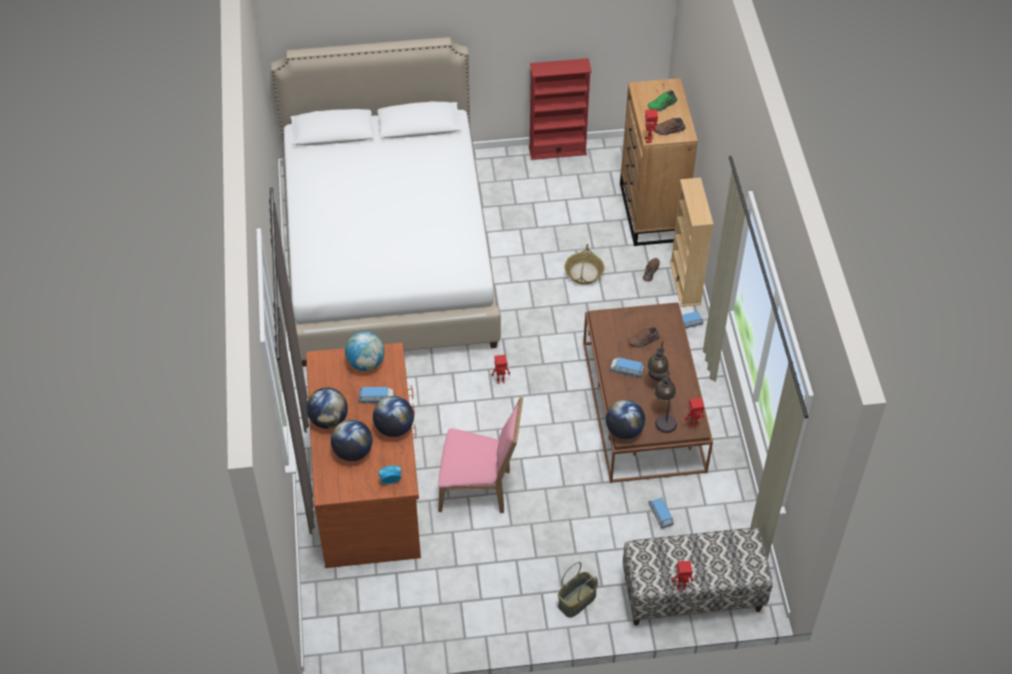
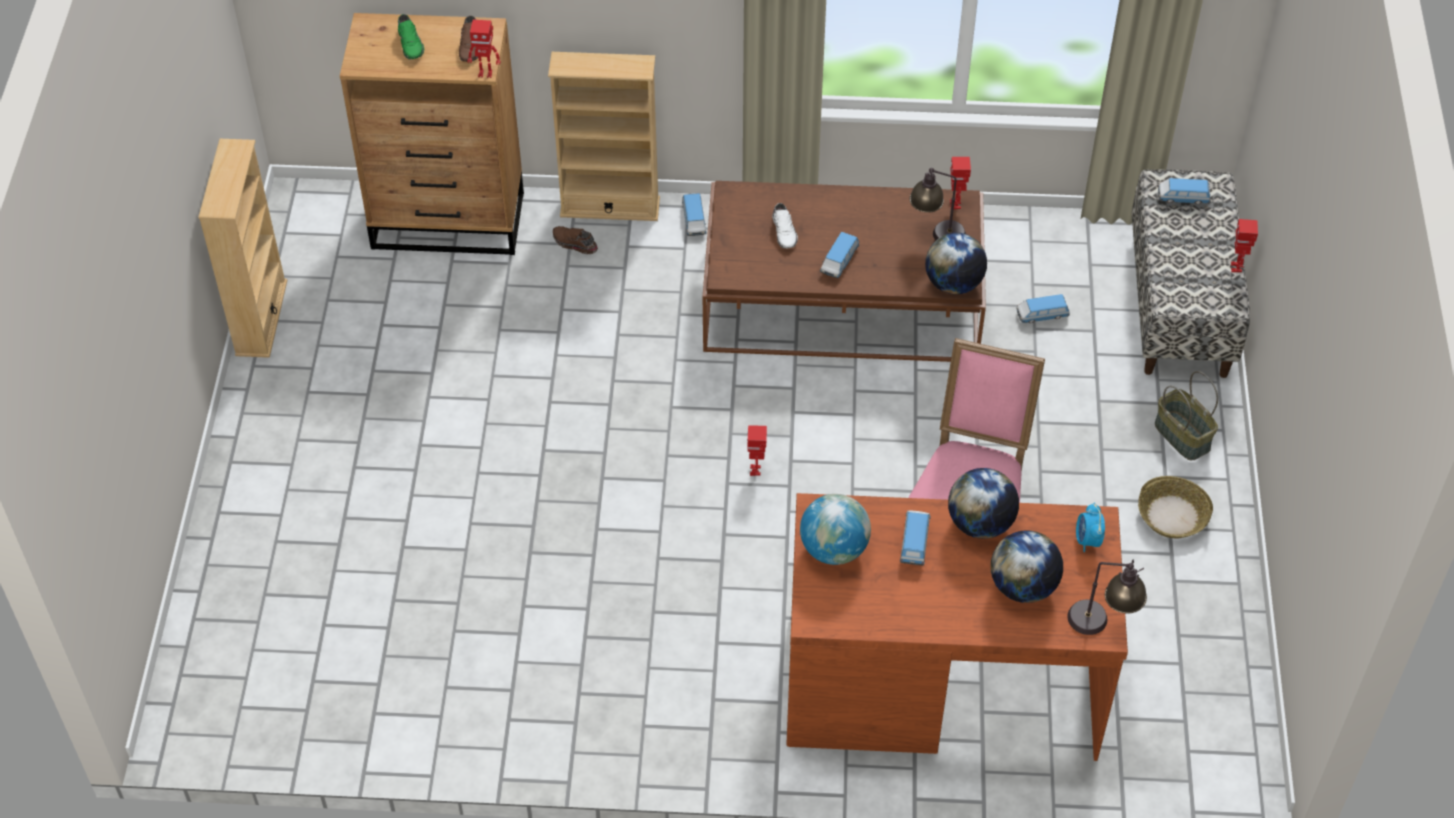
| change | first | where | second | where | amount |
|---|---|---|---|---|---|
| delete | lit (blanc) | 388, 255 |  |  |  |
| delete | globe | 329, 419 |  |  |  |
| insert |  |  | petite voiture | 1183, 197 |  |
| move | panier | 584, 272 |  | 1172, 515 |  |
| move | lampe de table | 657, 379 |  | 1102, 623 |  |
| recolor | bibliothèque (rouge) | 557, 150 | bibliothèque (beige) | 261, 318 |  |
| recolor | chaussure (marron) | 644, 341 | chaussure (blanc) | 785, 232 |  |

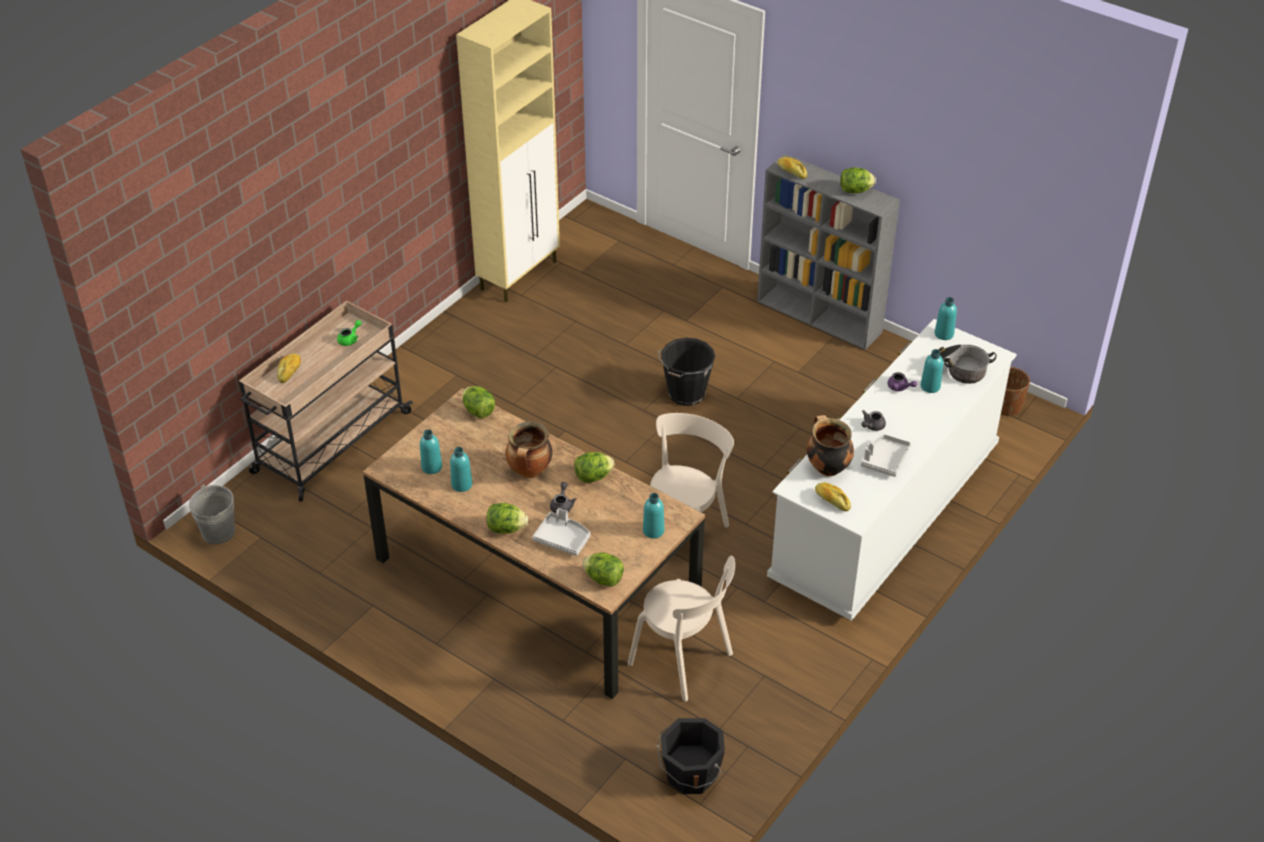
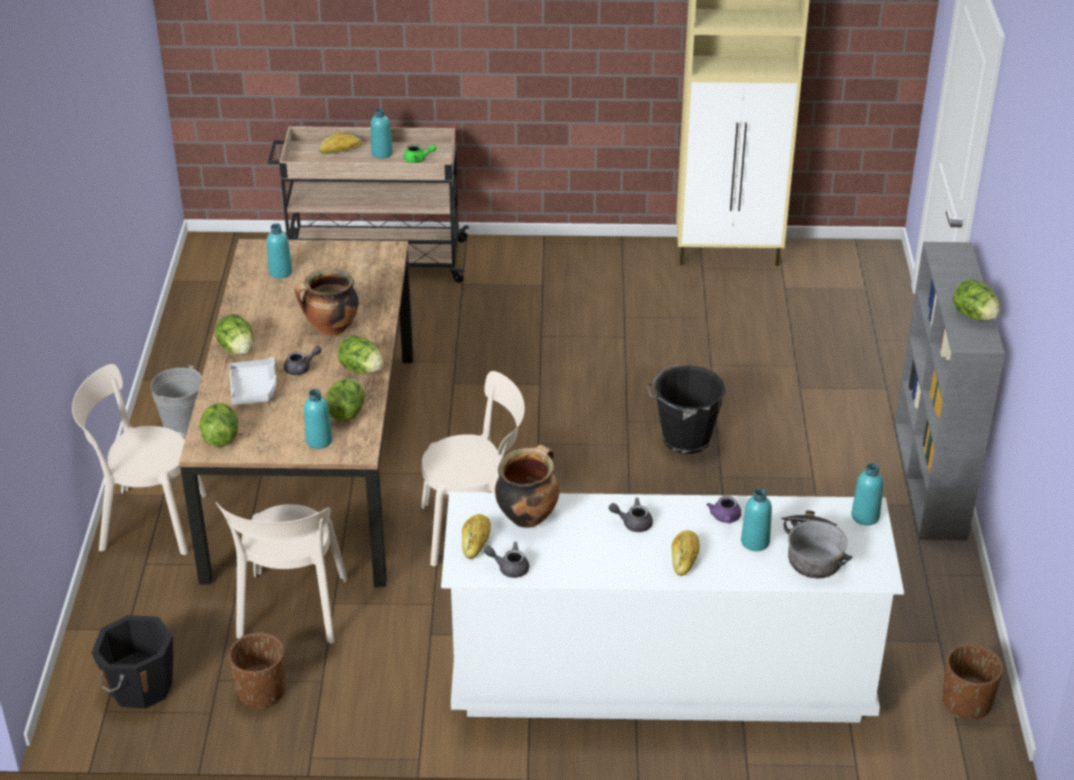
| change | first | where | second | where | amount |
|---|---|---|---|---|---|
| delete | plateau (gris) | 885, 460 |  |  |  |
| insert |  |  | chaise (beige) | 147, 521 |  |
| insert |  |  | cache-pot (marron) | 261, 691 |  |
| insert |  |  | théière (gris) | 509, 567 |  |
| move | seau (gris) | 218, 532 |  | 183, 425 |  |
| move | bouteille (turquoise) | 462, 484 |  | 382, 153 |  |
| move | laitue | 478, 411 |  | 346, 413 |  |
| move | pain | 792, 172 |  | 684, 558 |  |

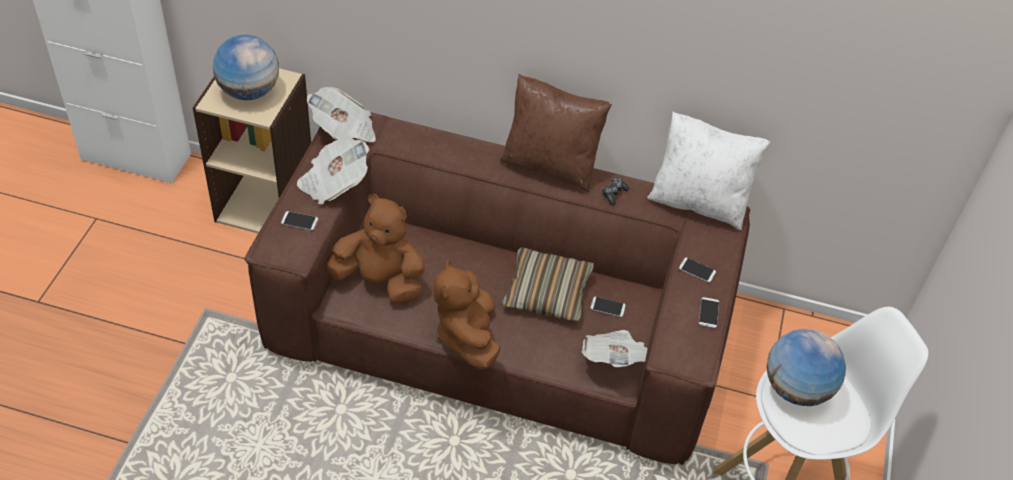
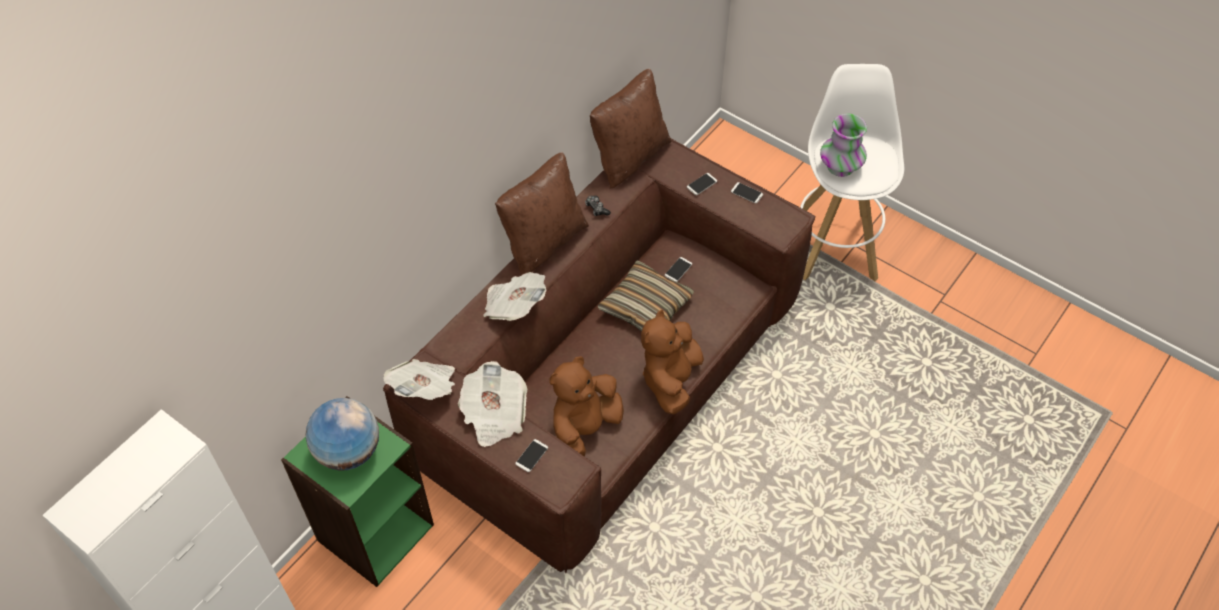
| change | first | where | second | where | amount |
|---|---|---|---|---|---|
| move | journal | 613, 359 |  | 514, 306 |  |
| replace | globe | 796, 388 | vase | 840, 167 |  |
| recolor | bibliothèque (beige) | 266, 204 | bibliothèque (vert) | 375, 531 |  |
| recolor | coussin (blanc) | 698, 202 | coussin (marron) | 629, 156 |  |
| rotate | peluche (marron) | 467, 336 |  | 670, 380 | 90 degrees clockwise |

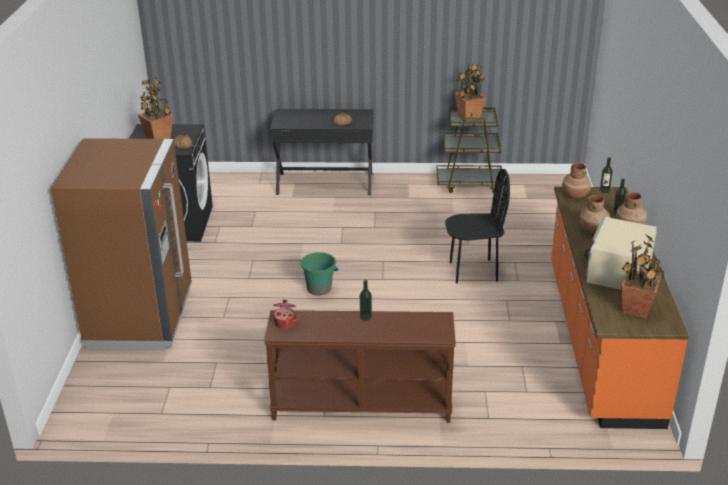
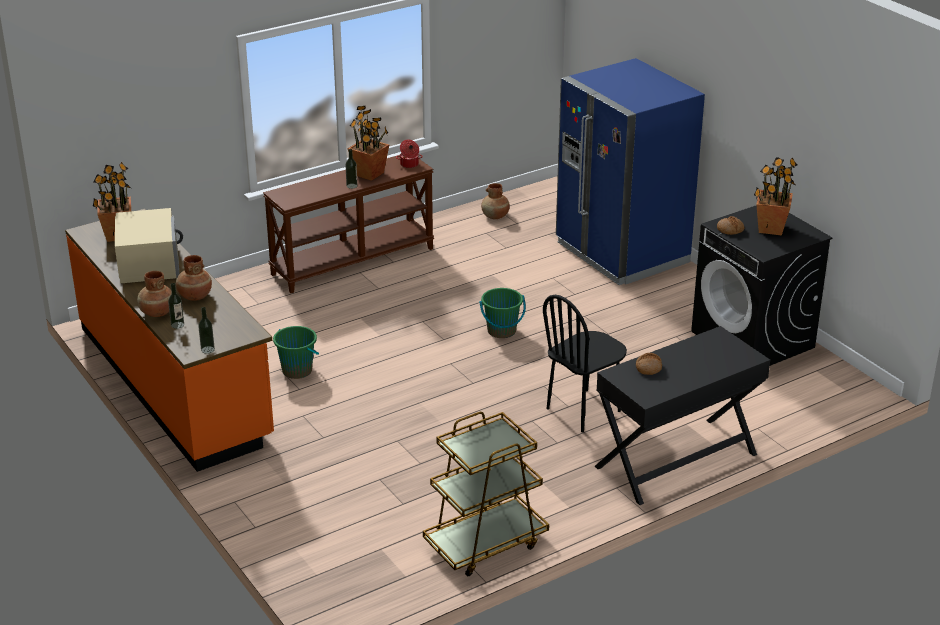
| change | first | where | second | where | amount |
|---|---|---|---|---|---|
| insert |  |  | seau (vert) | 297, 370 |  |
| move | chaise (noir) | 473, 271 |  | 583, 410 |  |
| move | plante en pot | 468, 117 |  | 370, 174 |  |
| move | vase (marron) | 575, 195 |  | 495, 216 |  |
| recolor | réfrigérateur (marron) | 140, 317 | réfrigérateur (bleu) | 621, 253 |  |

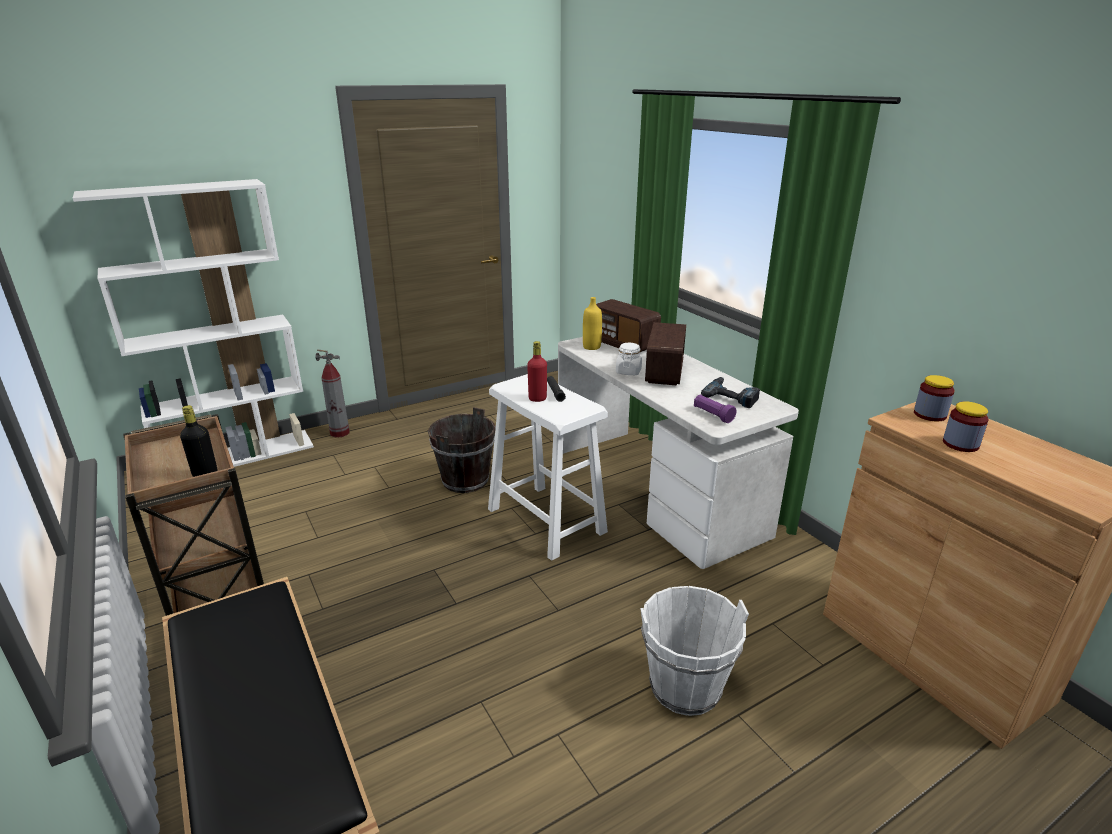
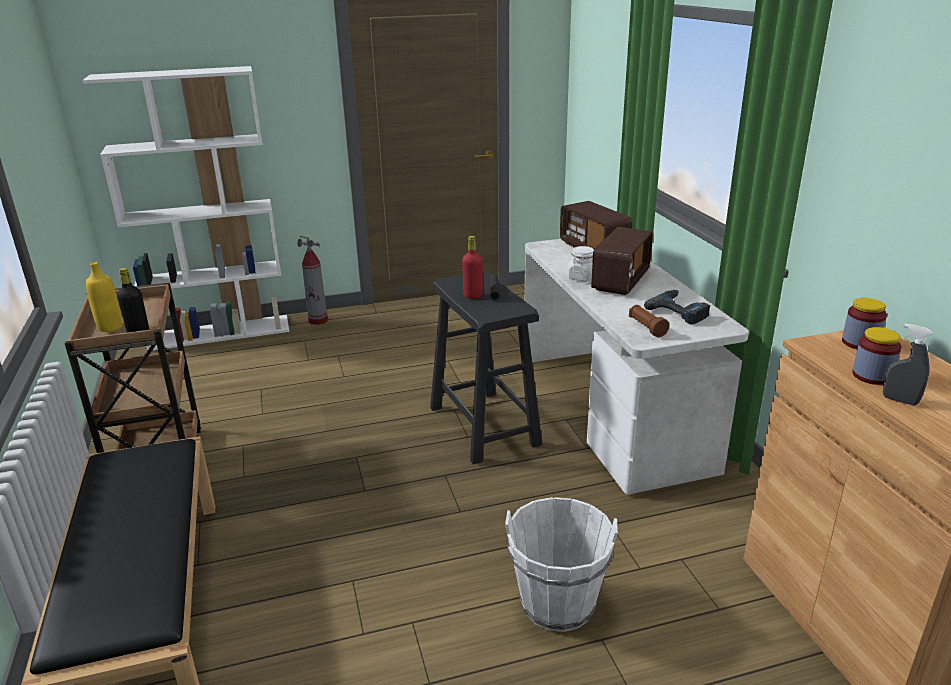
| change | first | where | second | where | amount |
|---|---|---|---|---|---|
| delete | seau (marron) | 465, 481 |  |  |  |
| insert |  |  | vaporisateur (gris) | 900, 400 |  |
| move | bouteille (jaune) | 591, 347 |  | 110, 327 |  |
| recolor | tabouret (blanc) | 545, 520 | tabouret (noir) | 483, 425 |  |
| recolor | lampe de poche (violet) | 712, 415 | lampe de poche (marron) | 646, 328 |  |

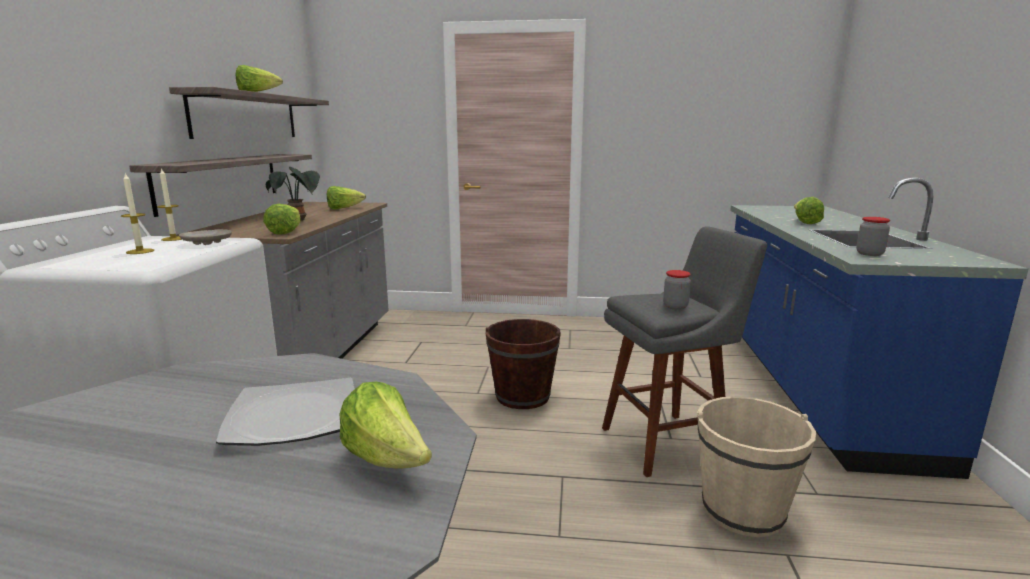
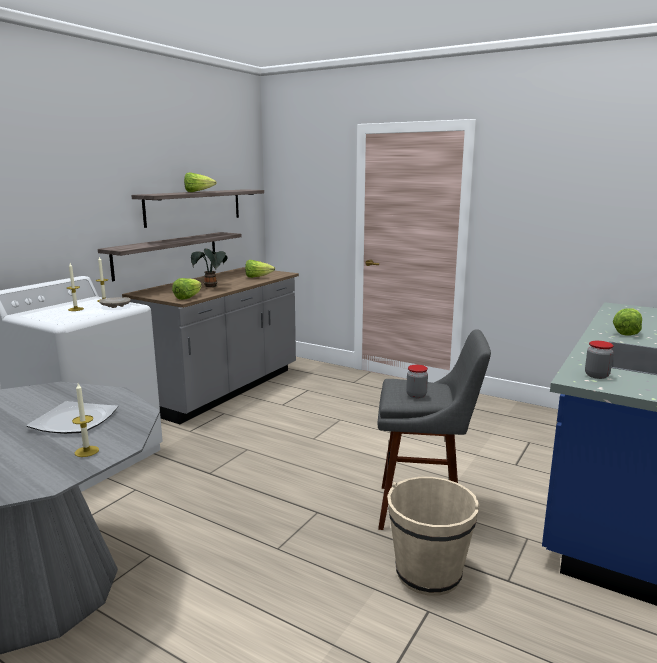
| change | first | where | second | where | amount |
|---|---|---|---|---|---|
| delete | seau (marron) | 522, 396 |  |  |  |
| replace | laitue | 387, 460 | bougie | 86, 451 |  |

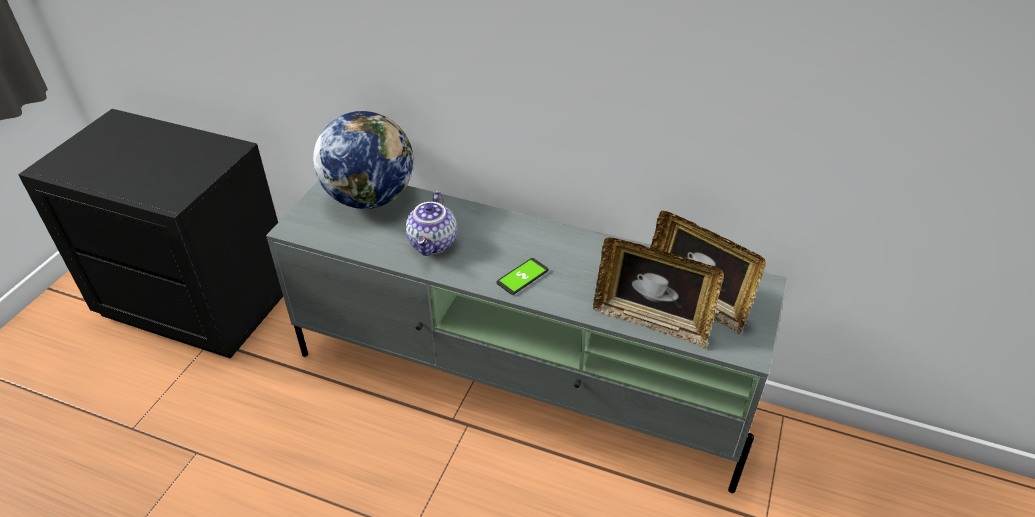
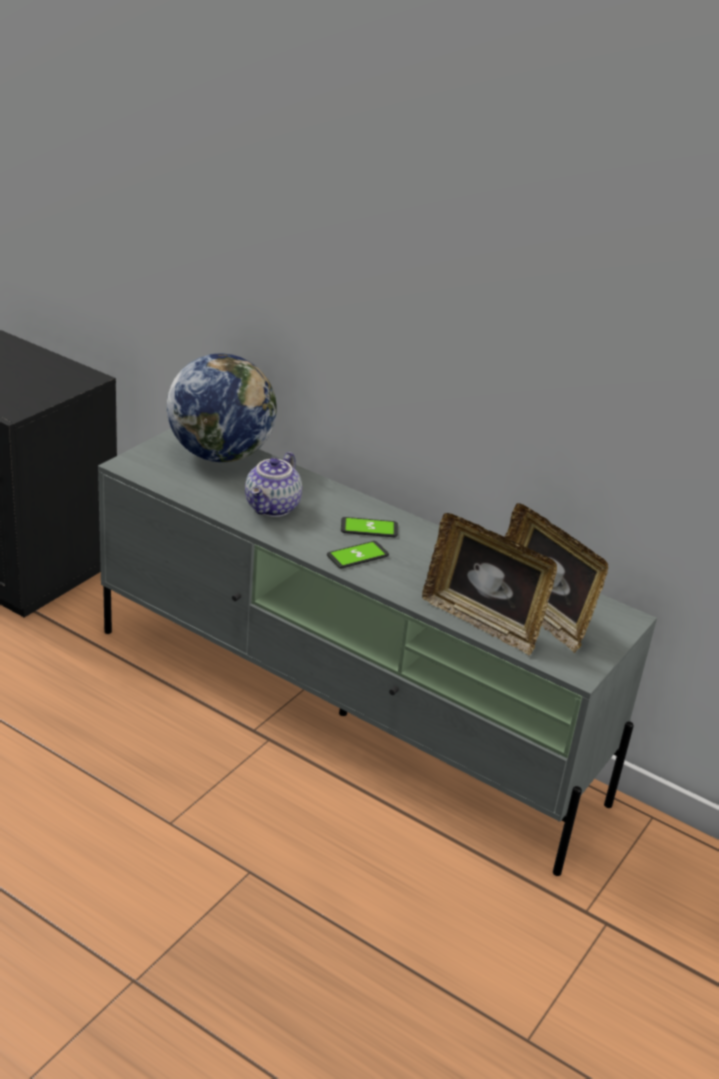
| change | first | where | second | where | amount |
|---|---|---|---|---|---|
| insert |  |  | téléphone | 369, 528 |  |

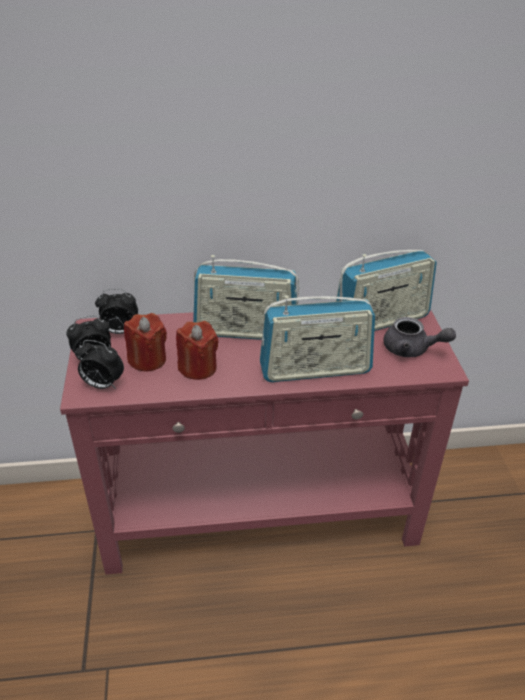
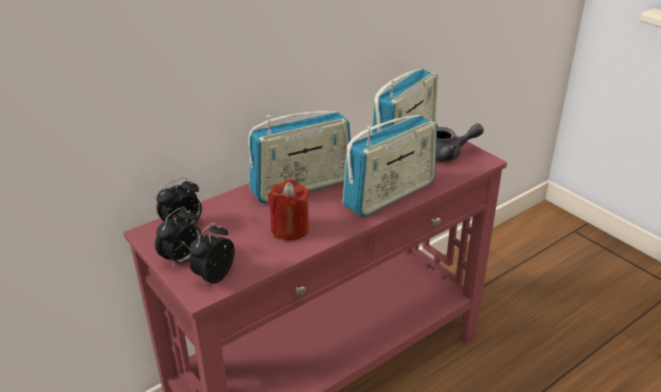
| change | first | where | second | where | amount |
|---|---|---|---|---|---|
| delete | bougie (rouge) | 147, 360 |  |  |  |
| rotate | réveil | 102, 385 |  | 214, 276 | 135 degrees clockwise |

